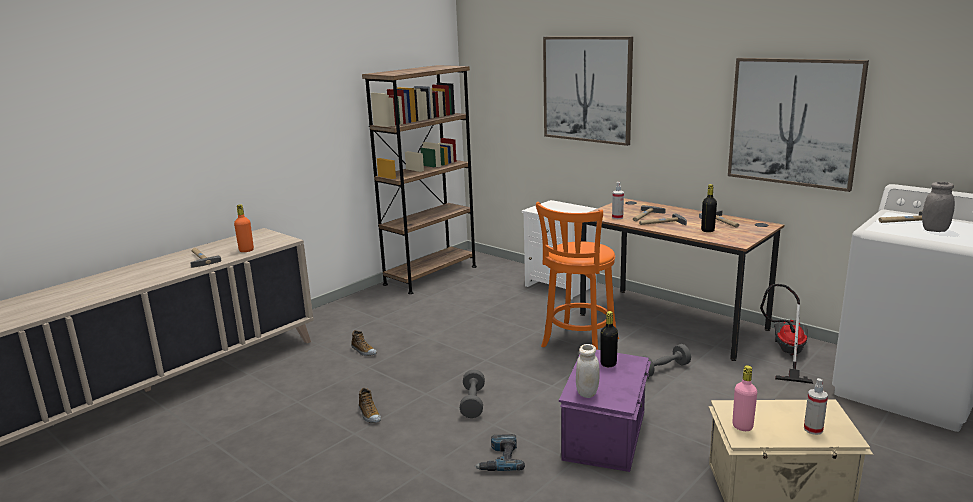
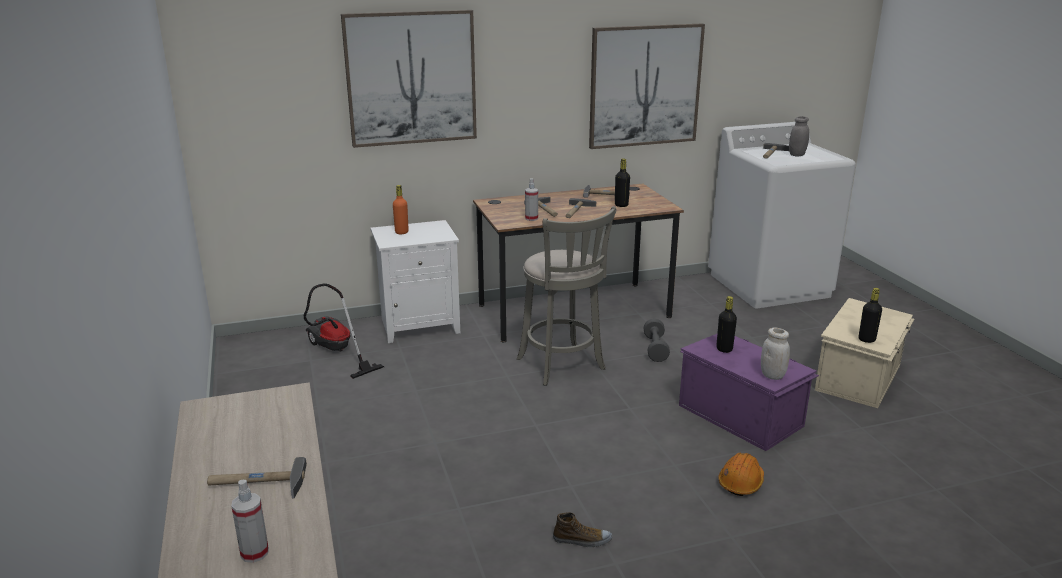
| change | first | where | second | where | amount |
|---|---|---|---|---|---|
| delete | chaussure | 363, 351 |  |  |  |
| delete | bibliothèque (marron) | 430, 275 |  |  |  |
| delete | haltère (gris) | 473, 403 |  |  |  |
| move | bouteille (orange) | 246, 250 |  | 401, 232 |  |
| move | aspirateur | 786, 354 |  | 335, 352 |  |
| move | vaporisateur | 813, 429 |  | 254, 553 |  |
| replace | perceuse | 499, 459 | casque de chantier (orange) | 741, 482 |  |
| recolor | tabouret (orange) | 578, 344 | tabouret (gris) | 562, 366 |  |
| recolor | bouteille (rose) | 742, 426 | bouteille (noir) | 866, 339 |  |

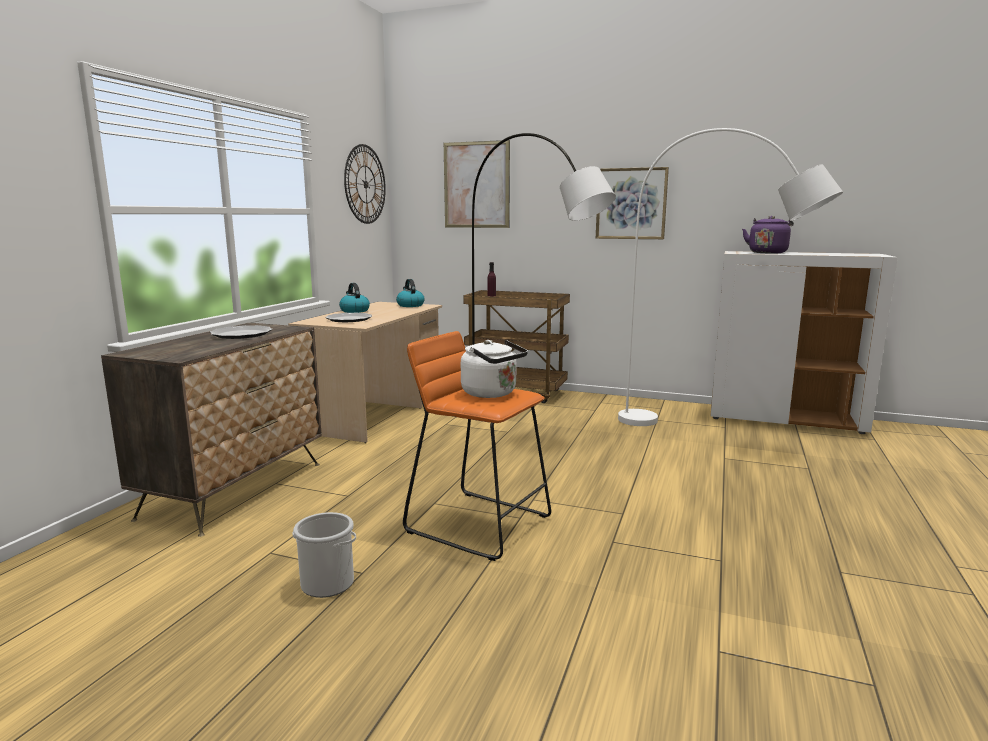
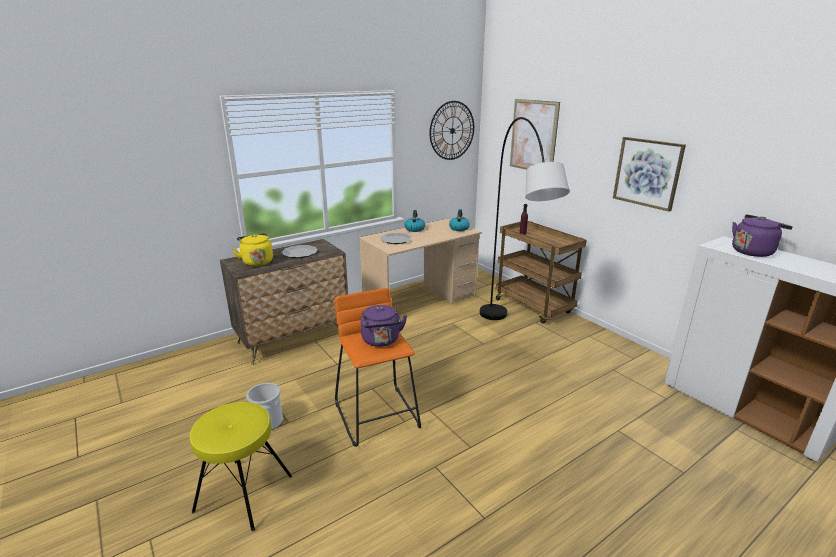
| change | first | where | second | where | amount |
|---|---|---|---|---|---|
| delete | lampadaire (blanc) | 712, 433 |  |  |  |
| insert |  |  | tabouret (jaune) | 243, 492 |  |
| insert |  |  | bouilloire (jaune) | 257, 262 |  |
| recolor | bouilloire (blanc) | 492, 393 | bouilloire (violet) | 381, 341 |  |

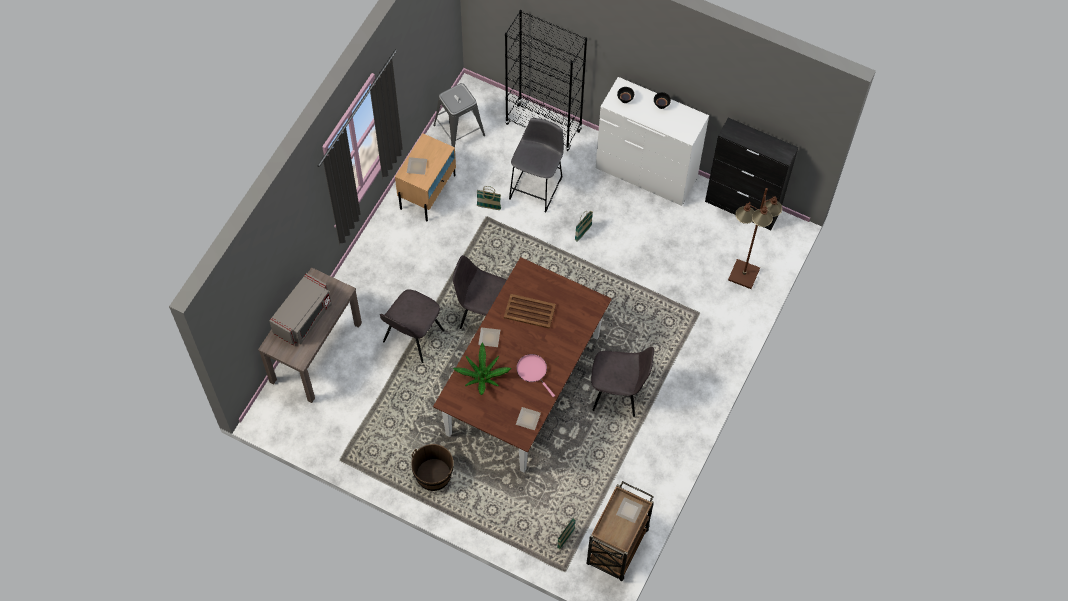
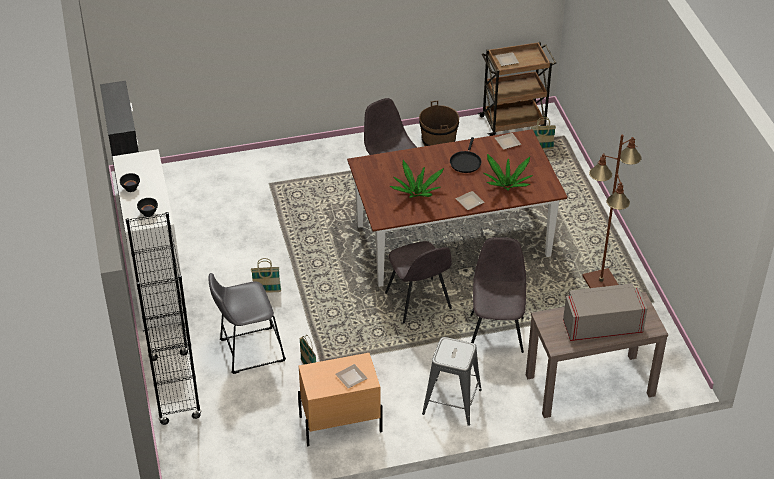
| change | first | where | second | where | amount |
|---|---|---|---|---|---|
| move | seau (marron) | 433, 475 |  | 438, 141 |  |
| move | tabouret (gris) | 459, 130 |  | 452, 402 |  |
| move | lampadaire (marron) | 743, 274 |  | 601, 282 |  |
| replace | plateau (marron) | 530, 311 | plante en pot | 416, 193 |  |
| recolor | poêle (rose) | 533, 371 | poêle (noir) | 465, 162 |  |
| rotate | chaise (gris) | 412, 337 |  | 496, 332 | 75 degrees counterclockwise |

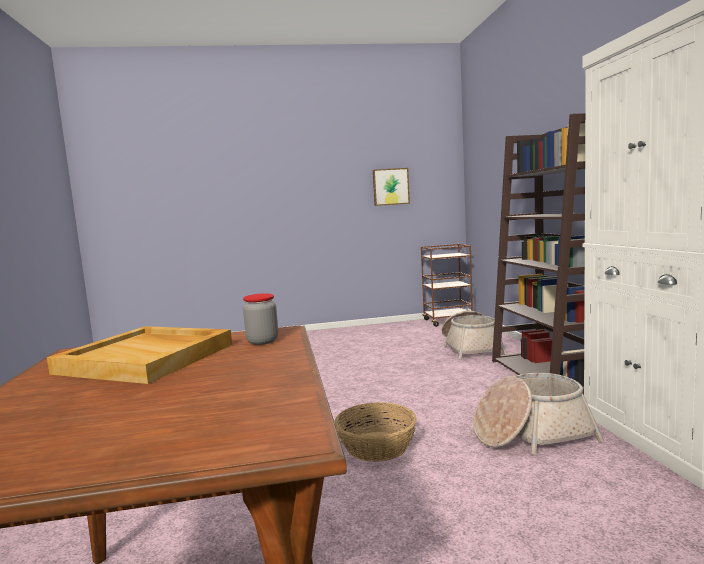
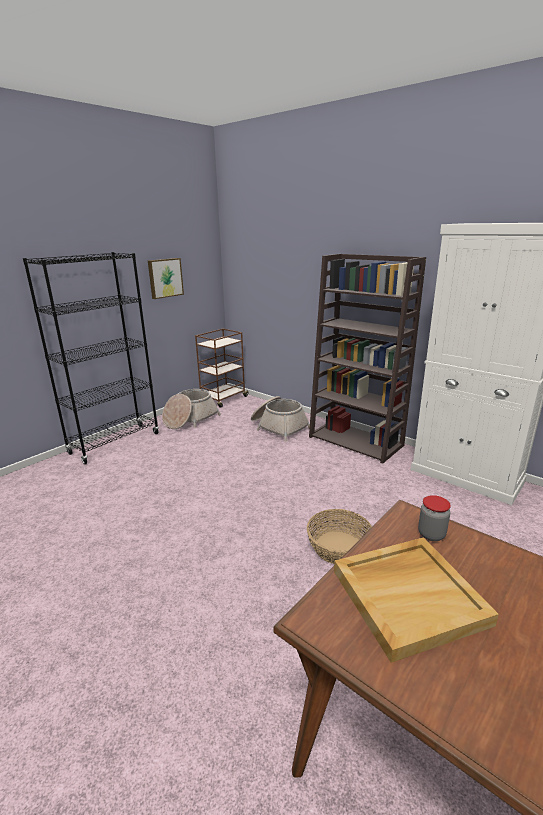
| change | first | where | second | where | amount |
|---|---|---|---|---|---|
| insert |  |  | bibliothèque (noir) | 115, 443 |  |
| move | panier | 531, 434 |  | 190, 419 |  |

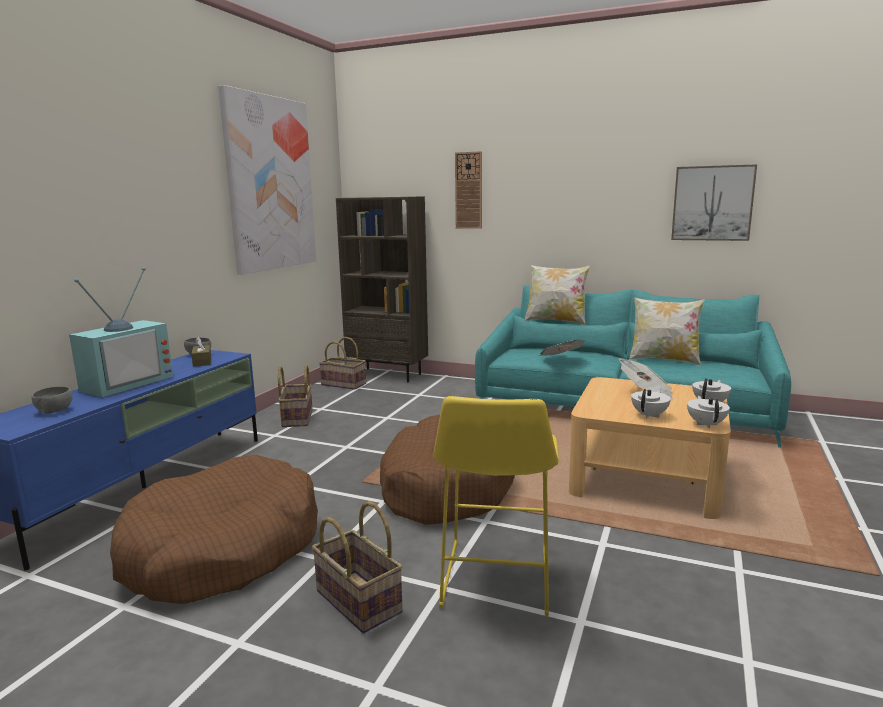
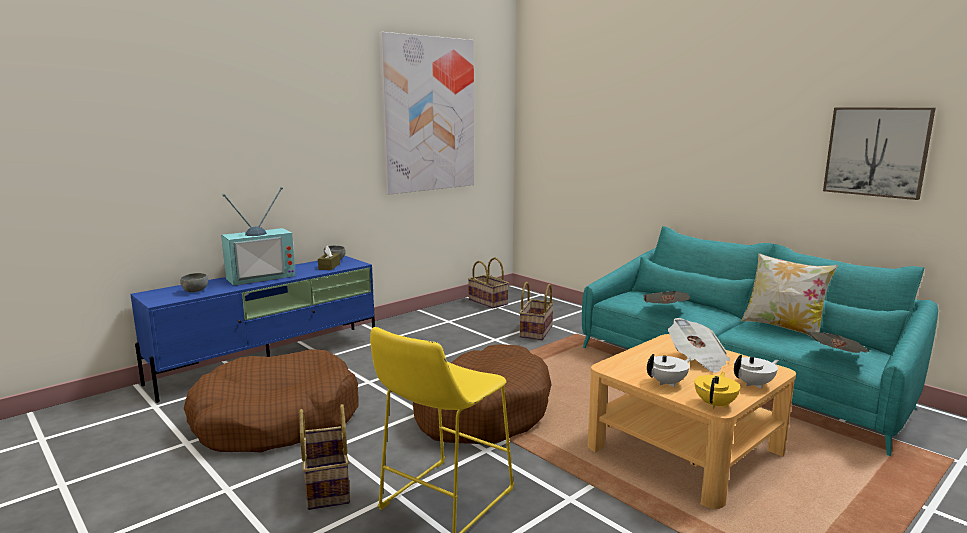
| change | first | where | second | where | amount |
|---|---|---|---|---|---|
| delete | bibliothèque (marron) | 388, 375 |  |  |  |
| delete | horloge murale | 468, 190 |  |  |  |
| delete | coussin | 556, 321 |  |  |  |
| insert |  |  | journal | 836, 357 |  |
| move | panier | 296, 418 |  | 535, 331 |  |
| recolor | théière (blanc) | 706, 424 | théière (jaune) | 715, 404 |  |

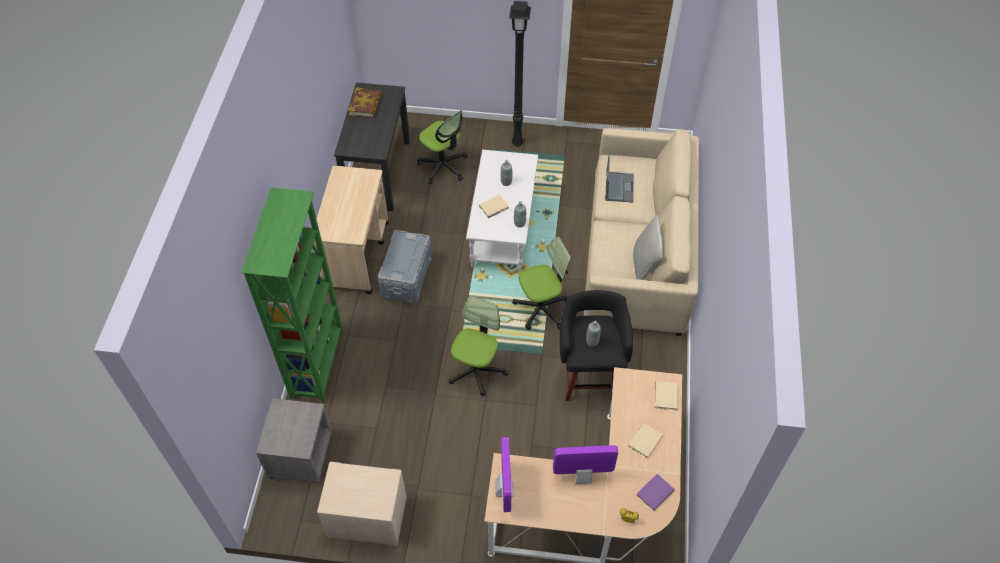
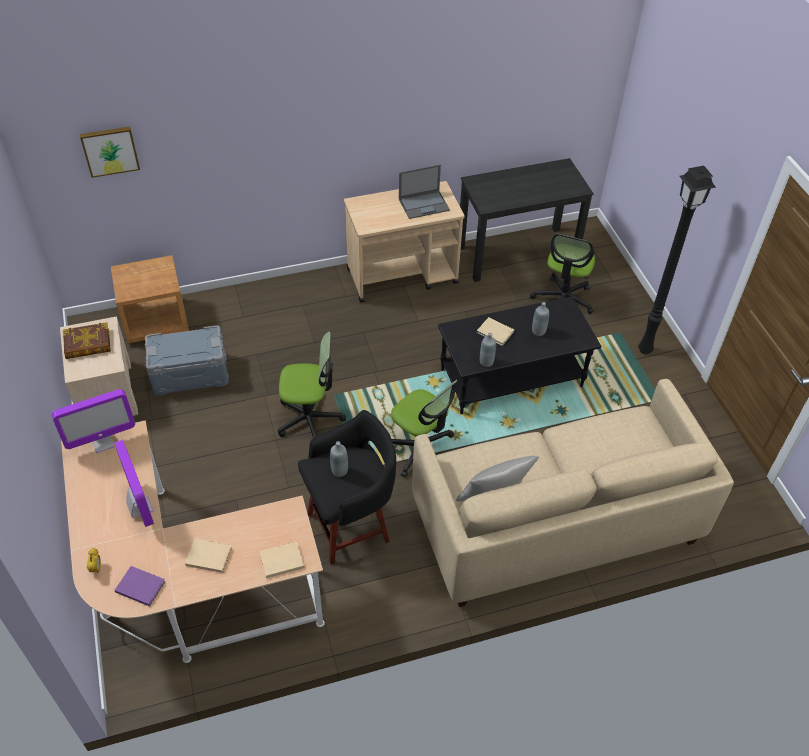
| change | first | where | second | where | amount |
|---|---|---|---|---|---|
| delete | bibliothèque (vert) | 318, 363 |  |  |  |
| insert |  |  | tableau | 110, 150 |  |
| move | livre | 365, 105 |  | 88, 344 |  |
| move | boîte de rangement (gris) | 407, 277 |  | 190, 375 |  |
| move | ordinateur portable | 619, 187 |  | 424, 204 |  |
| recolor | table de chevet (gris) | 300, 454 | table de chevet (marron) | 156, 321 |  |
| recolor | table basse (blanc) | 503, 229 | table basse (noir) | 511, 379 |  |

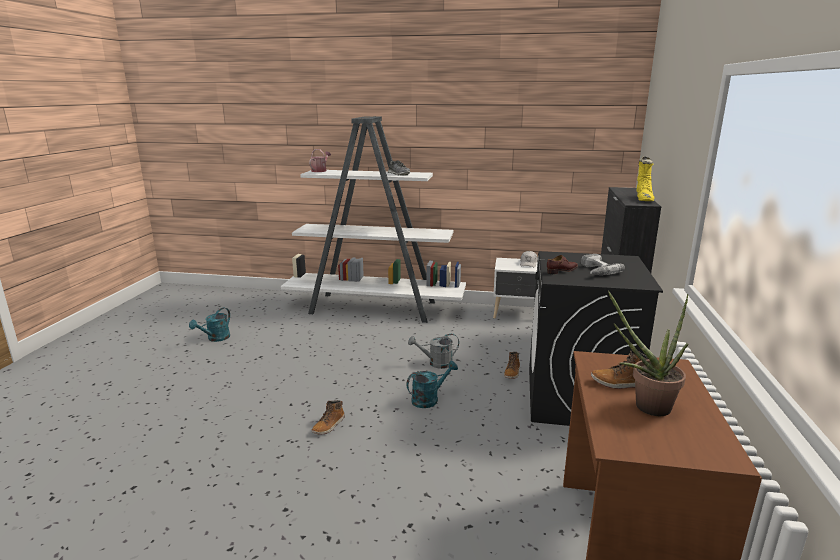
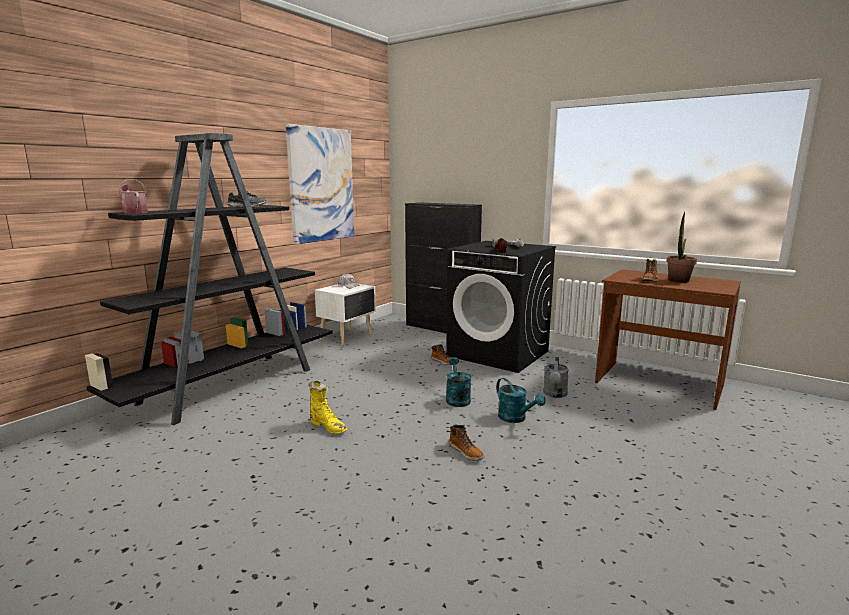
| change | first | where | second | where | amount |
|---|---|---|---|---|---|
| insert |  |  | tableau | 321, 185 |  |
| move | arrosoir (turquoise) | 215, 338 |  | 516, 418 |  |
| move | arrosoir (gris) | 436, 363 |  | 555, 394 |  |
| move | botte (jaune) | 644, 199 |  | 328, 427 |  |
| recolor | bibliothèque (blanc) | 375, 308 | bibliothèque (noir) | 231, 385 |  |

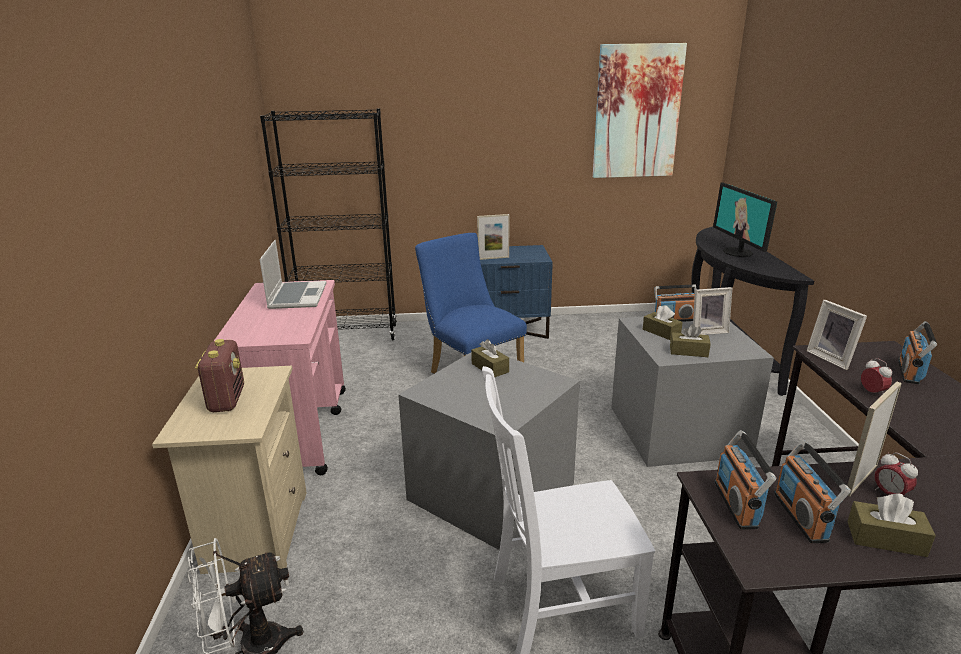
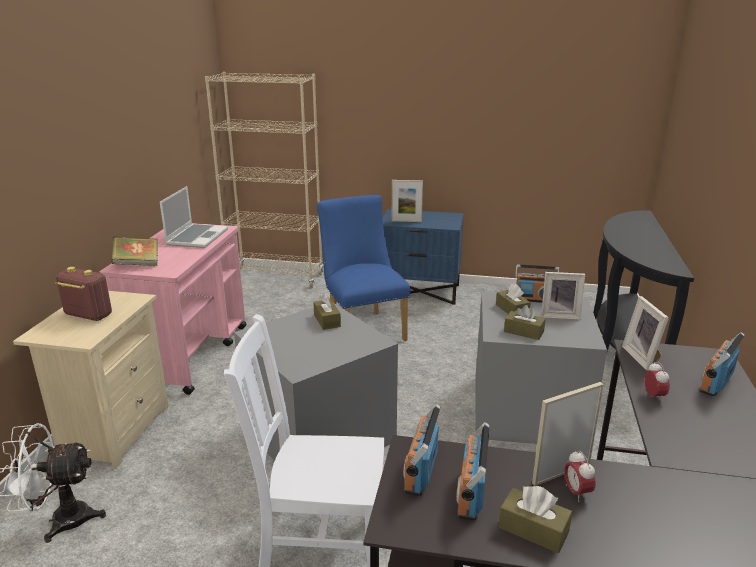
| change | first | where | second | where | amount |
|---|---|---|---|---|---|
| delete | tableau | 637, 112 |  |  |  |
| delete | écran d'ordinateur | 738, 252 |  |  |  |
| insert |  |  | livre | 137, 264 |  |
| recolor | bibliothèque (noir) | 347, 334 | bibliothèque (beige) | 276, 277 |  |
| rotate | radio | 226, 399 |  | 88, 315 | 75 degrees counterclockwise |

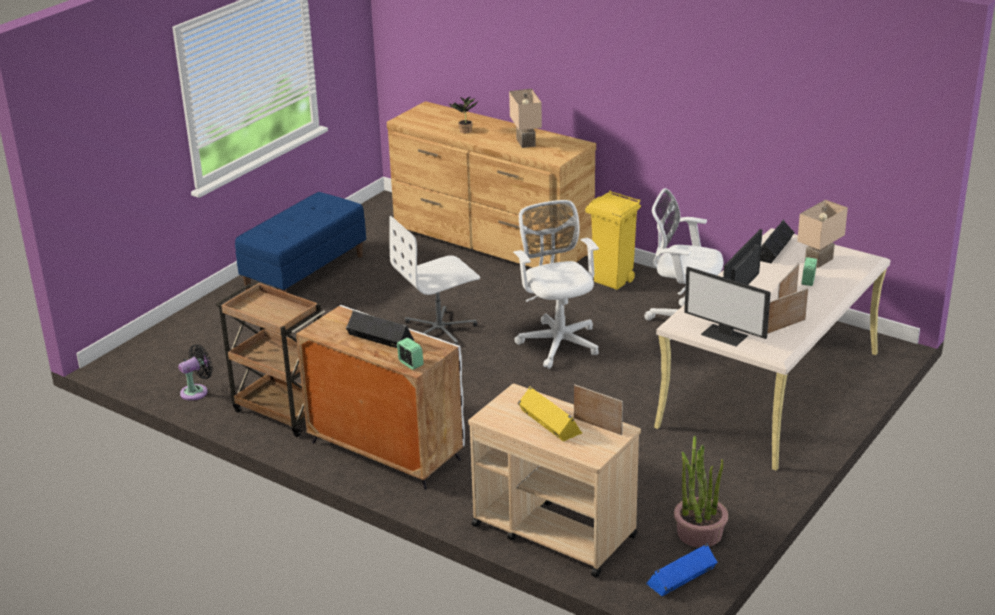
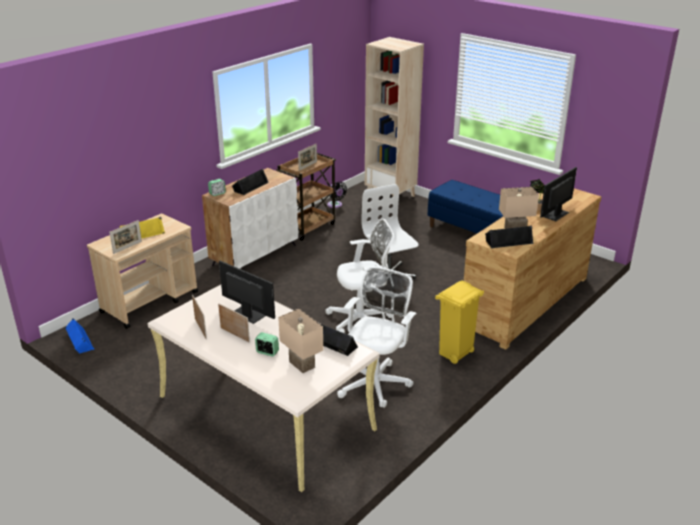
| change | first | where | second | where | amount |
|---|---|---|---|---|---|
| delete | plante en pot | 699, 533 |  |  |  |
| insert |  |  | cadre photo | 307, 166 |  |
| insert |  |  | bibliothèque (beige) | 391, 196 |  |
| insert |  |  | enceinte (noir) | 508, 241 |  |
| move | écran d'ordinateur | 725, 335 |  | 555, 214 |  |

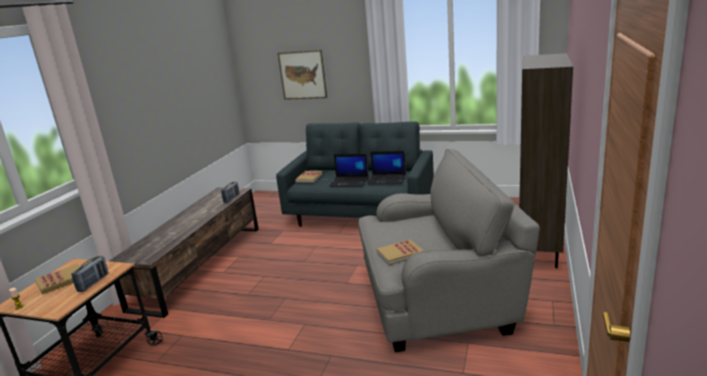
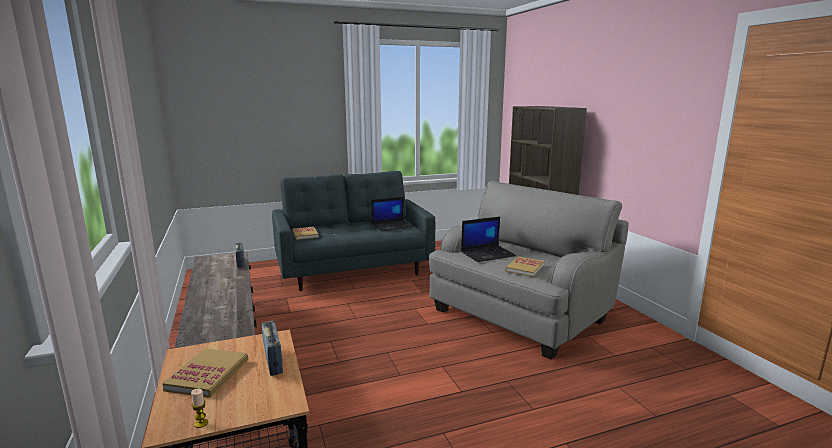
| change | first | where | second | where | amount |
|---|---|---|---|---|---|
| delete | tableau | 302, 75 |  |  |  |
| move | ordinateur portable | 350, 182 |  | 488, 254 |  |

